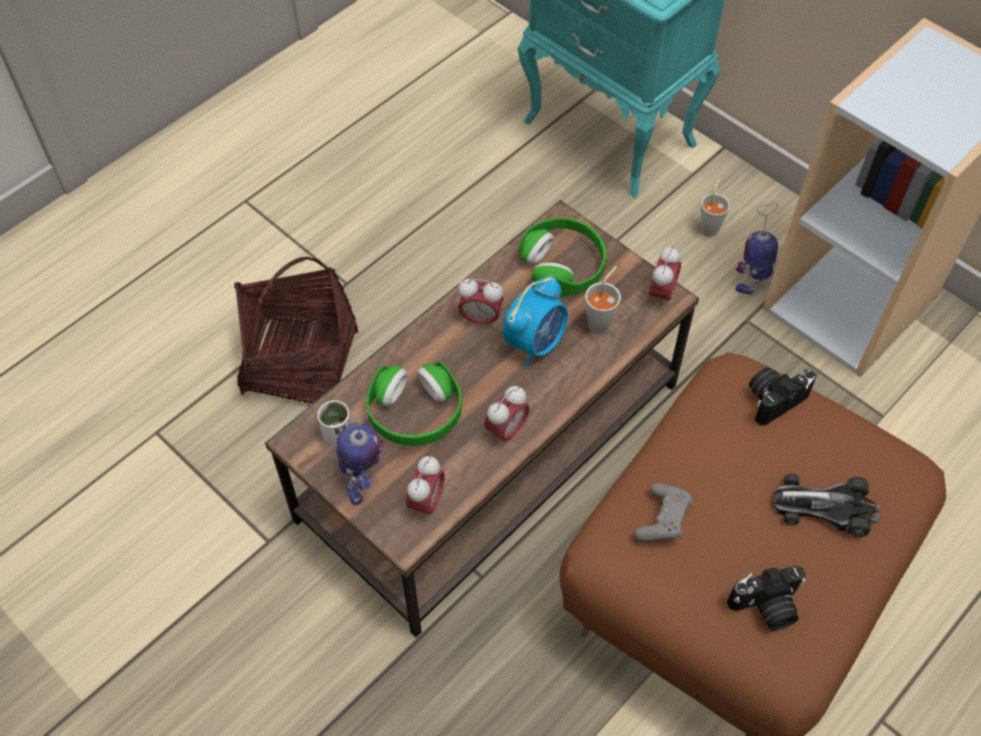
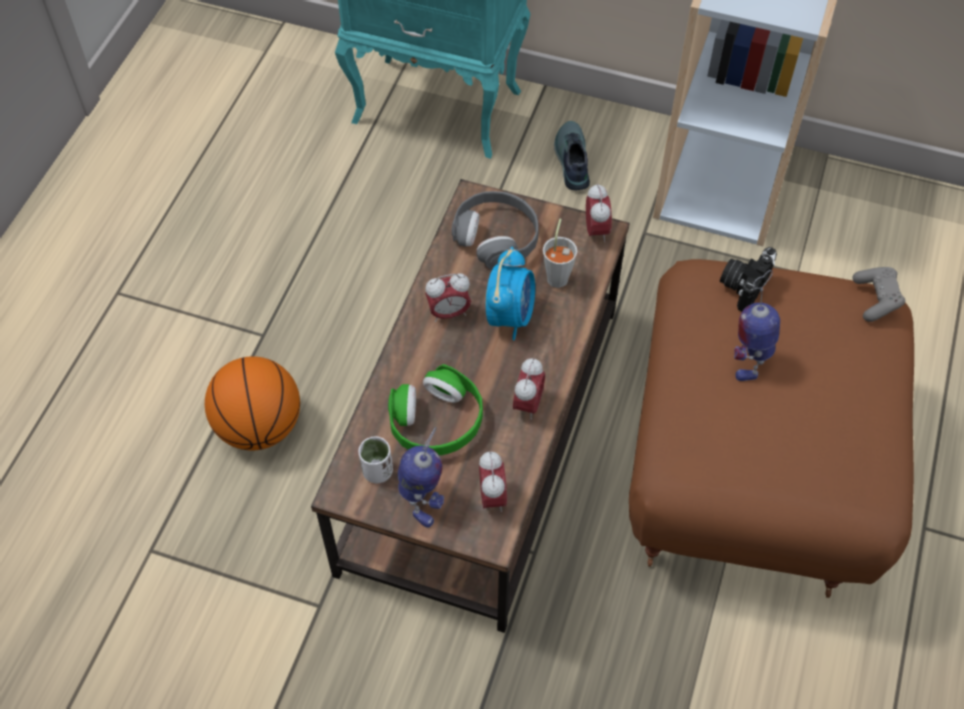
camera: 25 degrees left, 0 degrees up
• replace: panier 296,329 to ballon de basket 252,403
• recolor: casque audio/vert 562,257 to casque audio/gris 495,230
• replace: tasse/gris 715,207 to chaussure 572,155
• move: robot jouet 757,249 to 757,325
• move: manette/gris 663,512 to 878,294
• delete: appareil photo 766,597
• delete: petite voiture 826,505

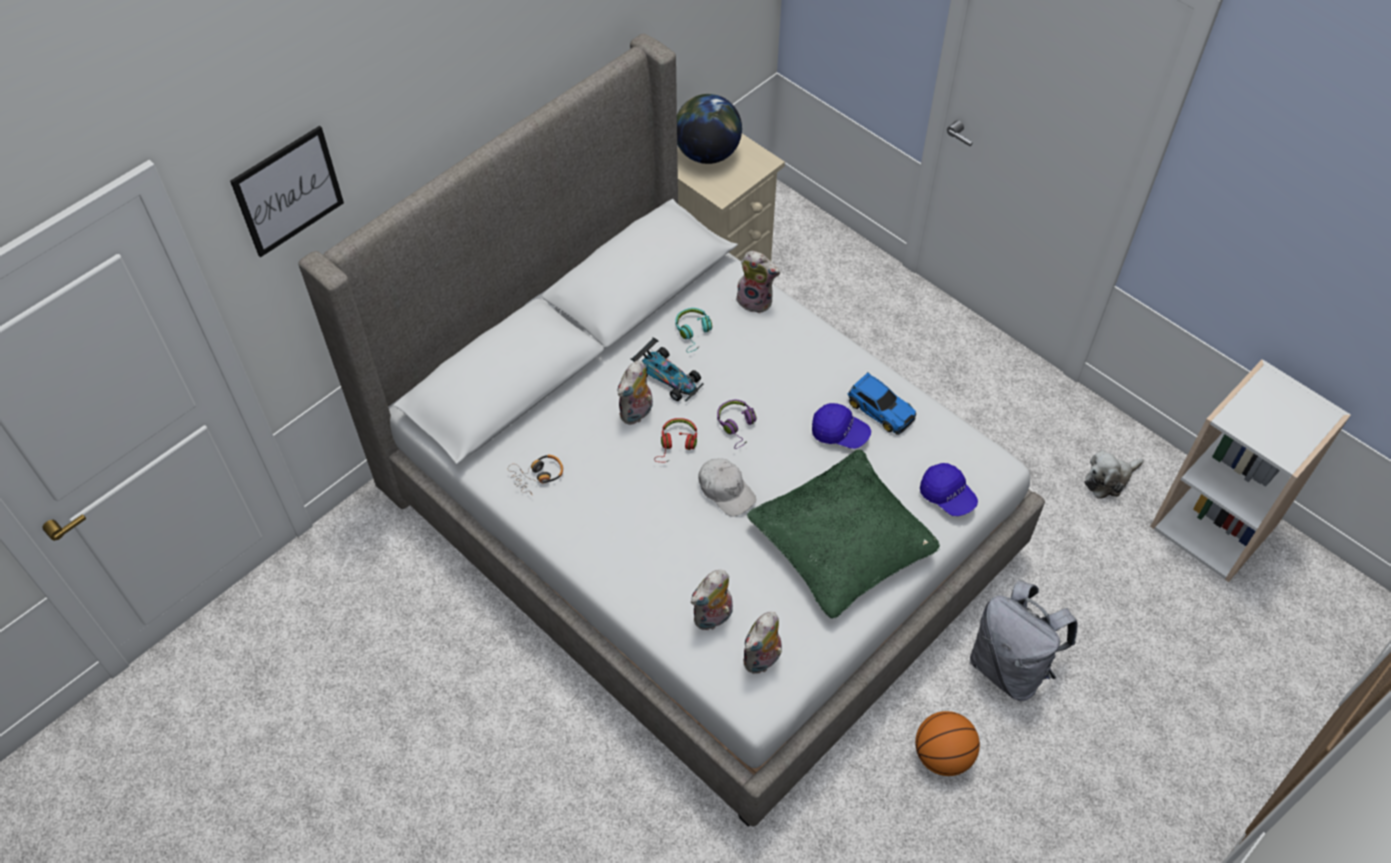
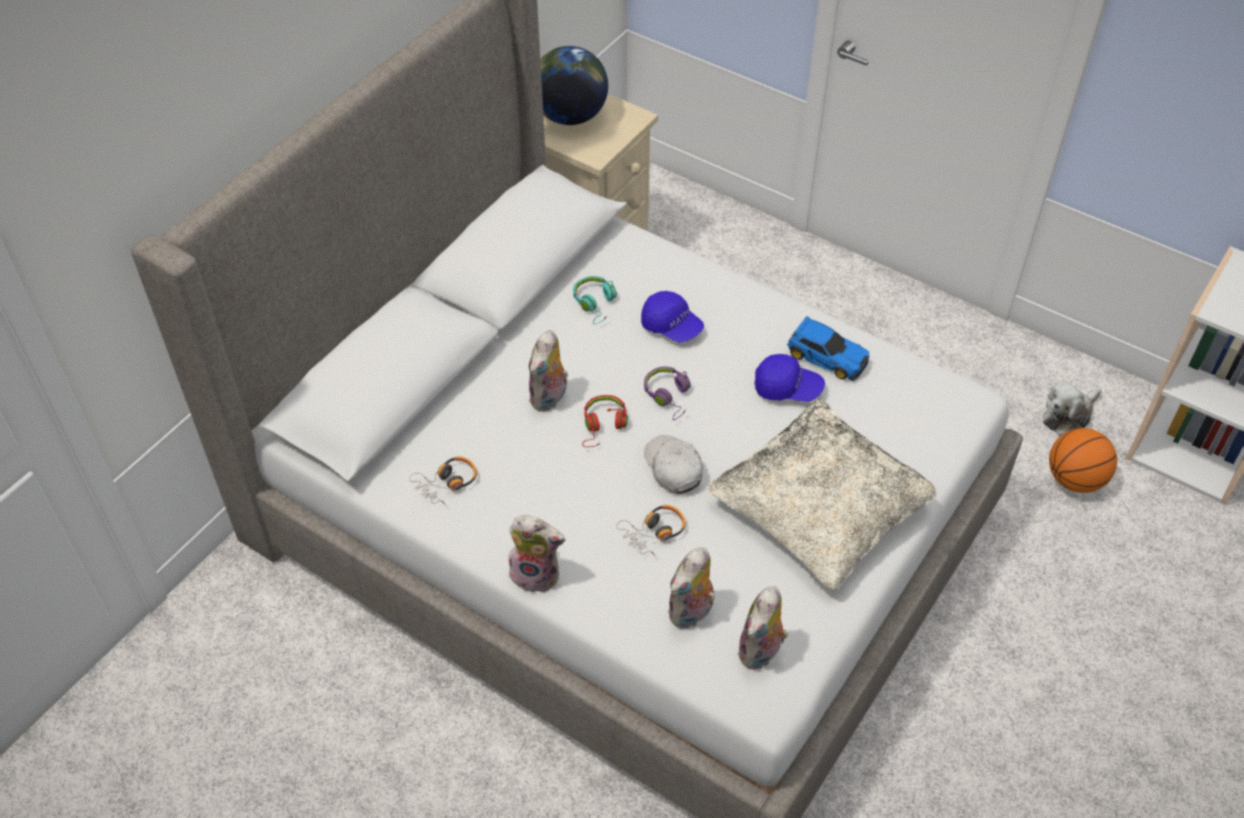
camera: 10 degrees left, 5 degrees down
• move: peluche 758,282 to 537,554
• insert: casque audio 651,530
• move: casquette/bleu 949,489 to 672,317
• rotate: casquette/blanc 727,487 = 673,464 150 degrees counterclockwise
• recolor: coussin/vert 843,534 to coussin/beige 821,494
• move: ballon de basket 947,743 to 1083,460
• delete: tableau 287,191
• delete: petite voiture 667,369
• delete: sac à dos/gris 1024,640

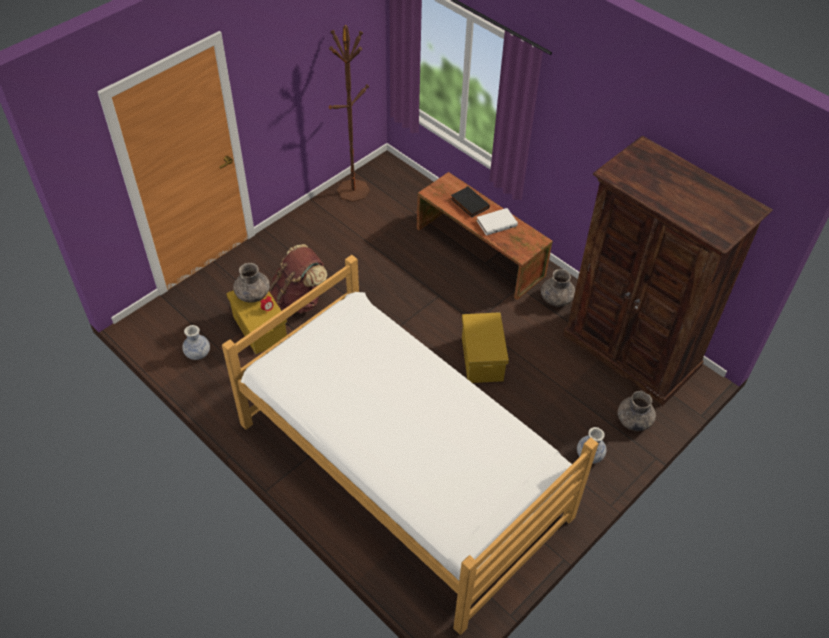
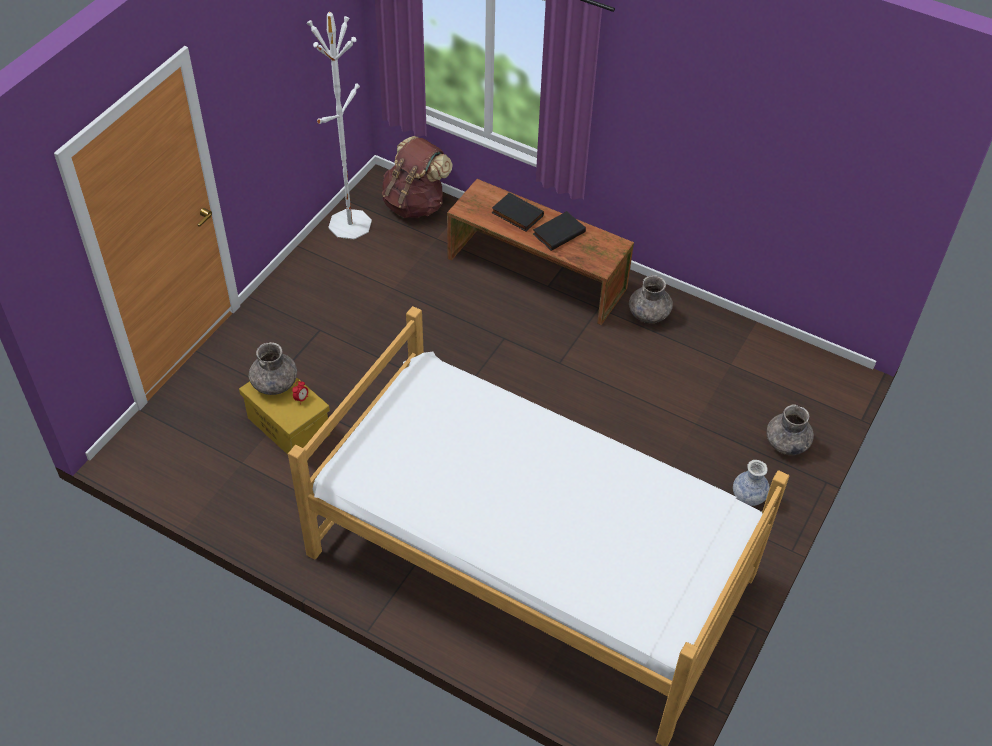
camera: 15 degrees left, 0 degrees up
• recolor: portant/marron 349,113 to portant/blanc 339,126
• move: sac à dos/marron 298,279 to 417,177
• recolor: livre/blanc 497,222 to livre/noir 559,231
• delete: vase 196,342
• delete: boîte de rangement/jaune 485,347
• delete: armoire/marron 668,271

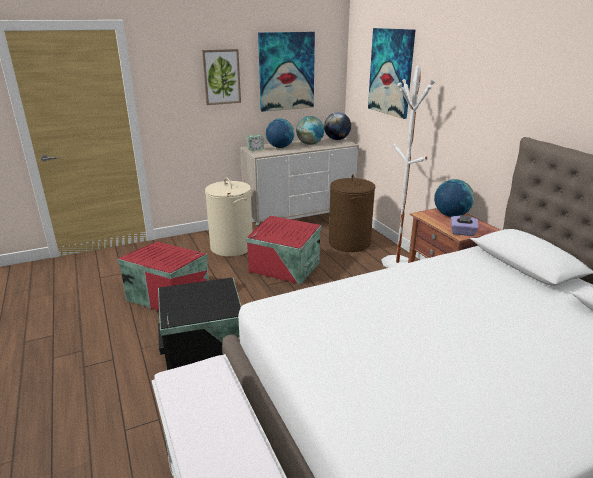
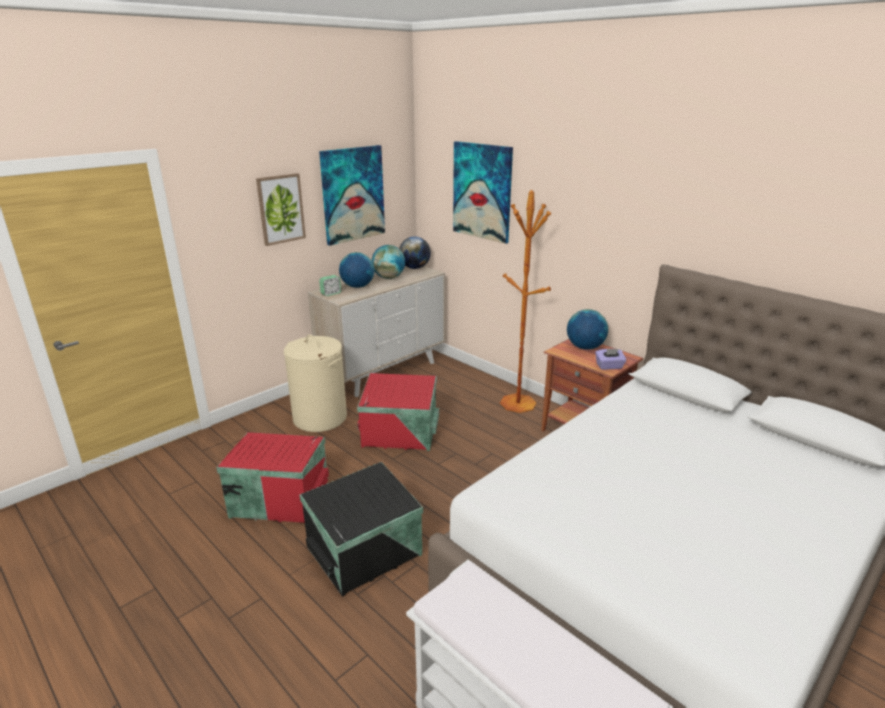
camera: 20 degrees left, 0 degrees up
• recolor: portant/blanc 408,166 to portant/orange 525,301
• delete: panier à linge/marron 352,213

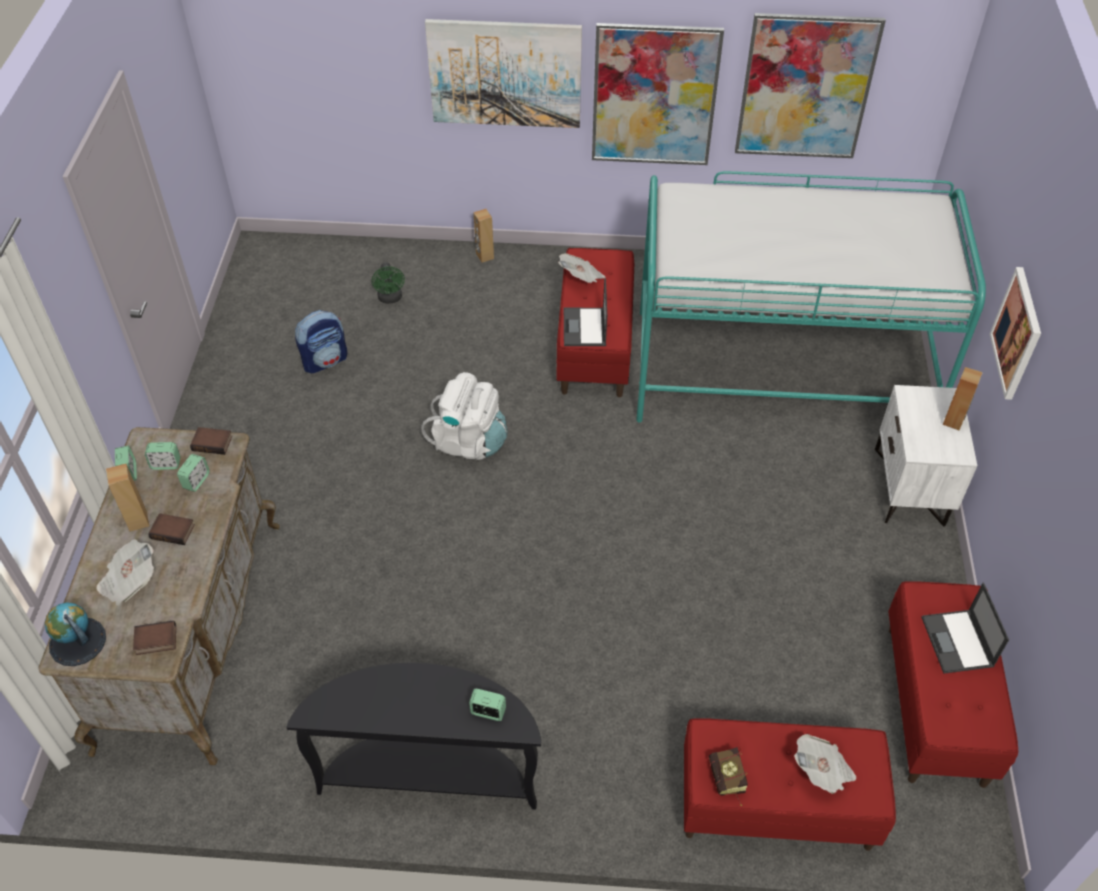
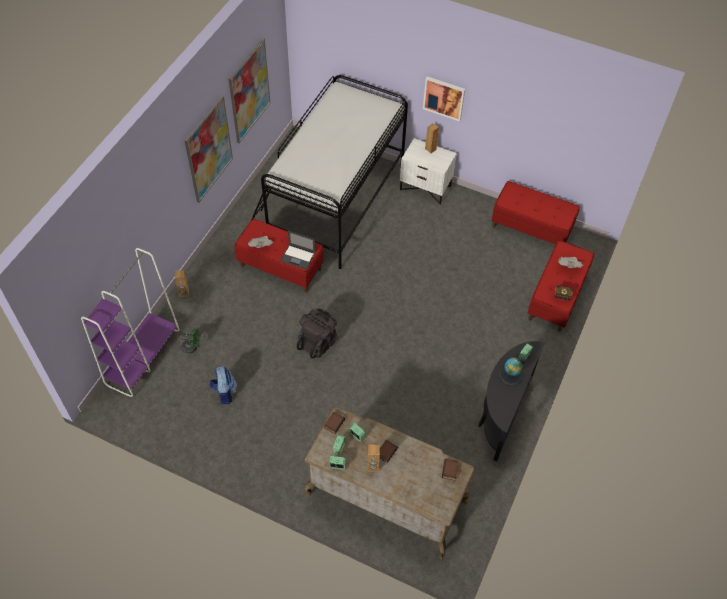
camera: 70 degrees left, 5 degrees up
• insert: portant/violet 130,322
• recolor: lit/turquoise 811,297 to lit/noir 329,172
• recolor: sac à dos/blanc 464,416 to sac à dos/noir 317,333
• move: globe 75,634 to 512,371
• delete: journal 125,572
• delete: tableau 503,73
• delete: ordinateur portable 965,628

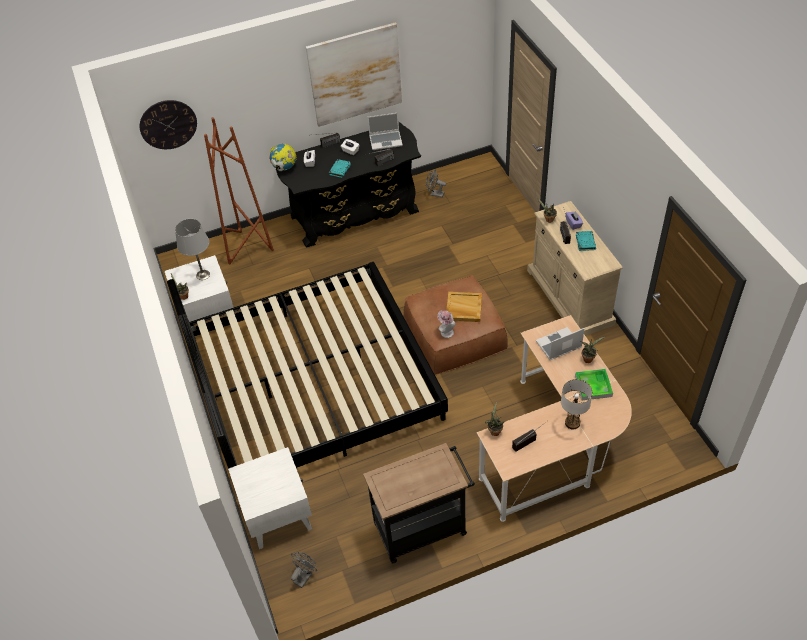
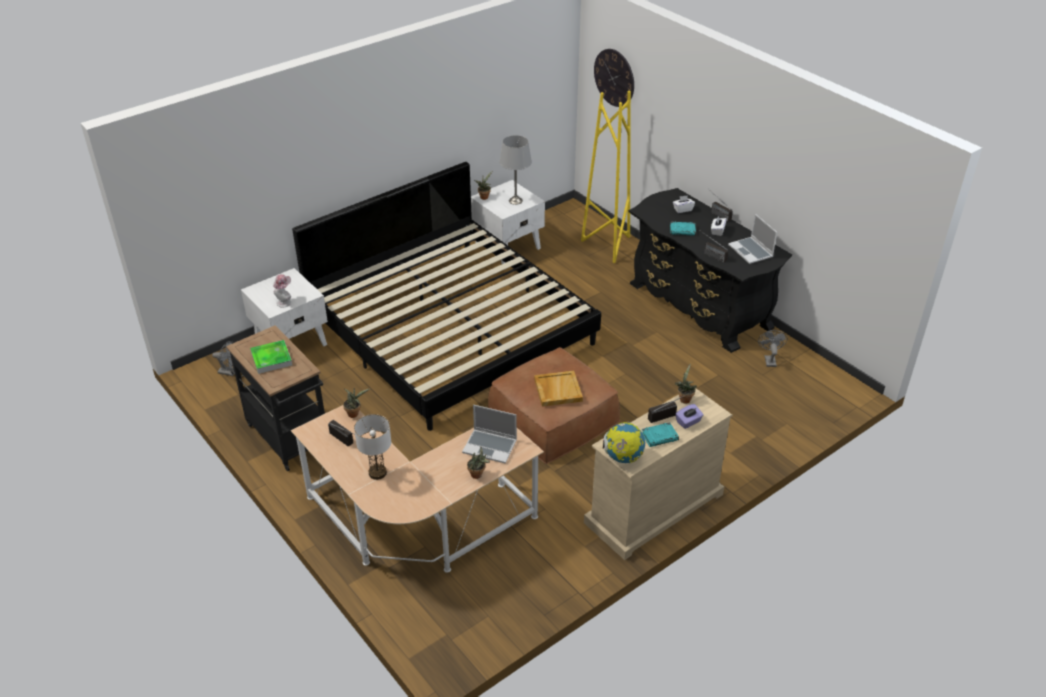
camera: 70 degrees right, 10 degrees down
• move: plateau 594,384 to 271,357
• move: chapeau 446,324 to 282,291
• rotate: ordinateur portable 560,343 = 489,434 150 degrees clockwise
• recolor: portant/marron 239,190 to portant/jaune 606,176
• move: globe 283,157 to 624,442
• delete: tableau 354,74

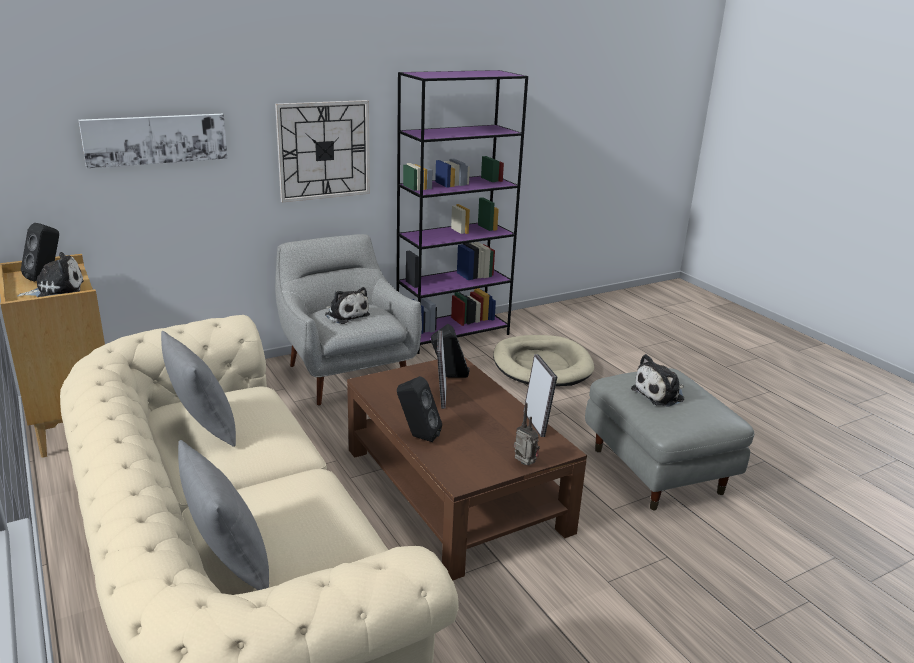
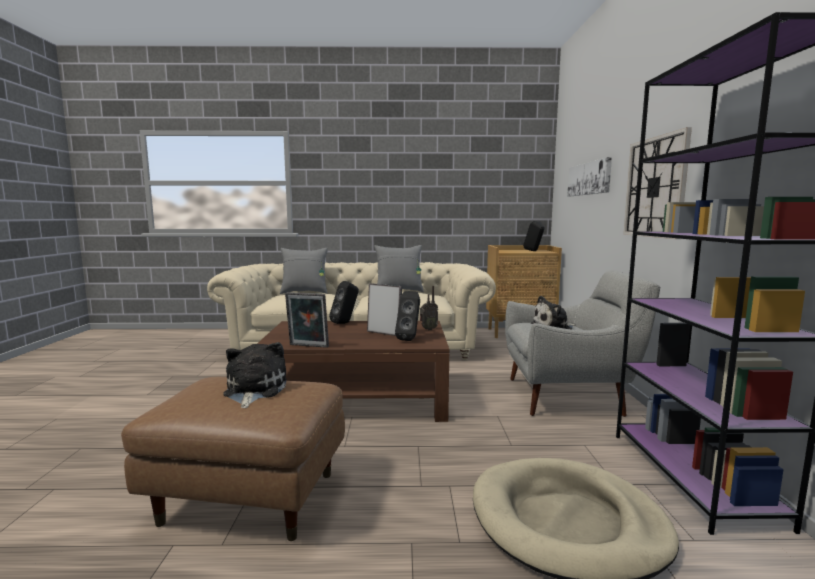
camera: 120 degrees right, 15 degrees down
• recolor: pouf/gris 669,439 to pouf/marron 233,459
• move: radio 527,433 to 429,308
• delete: peluche 50,274

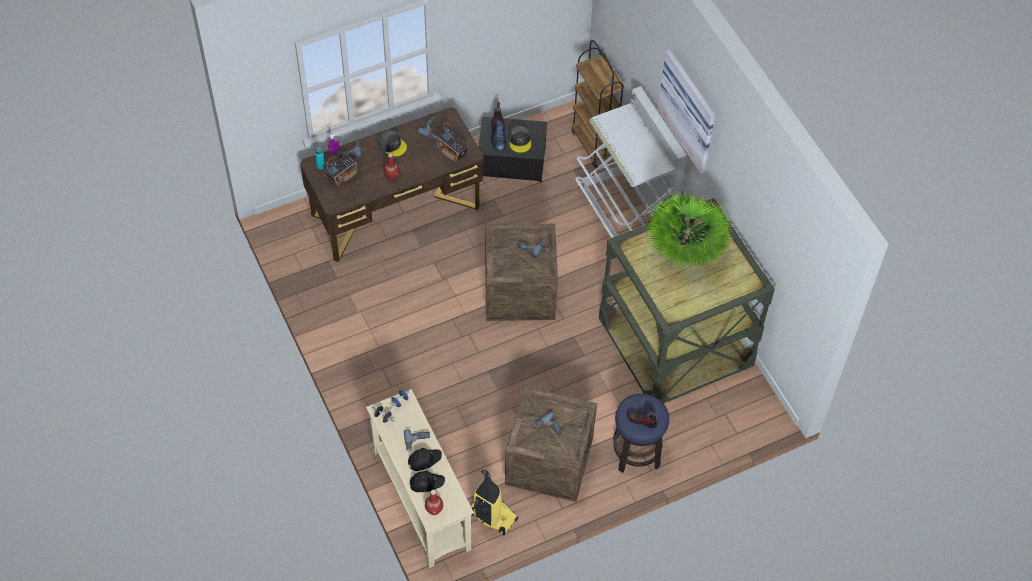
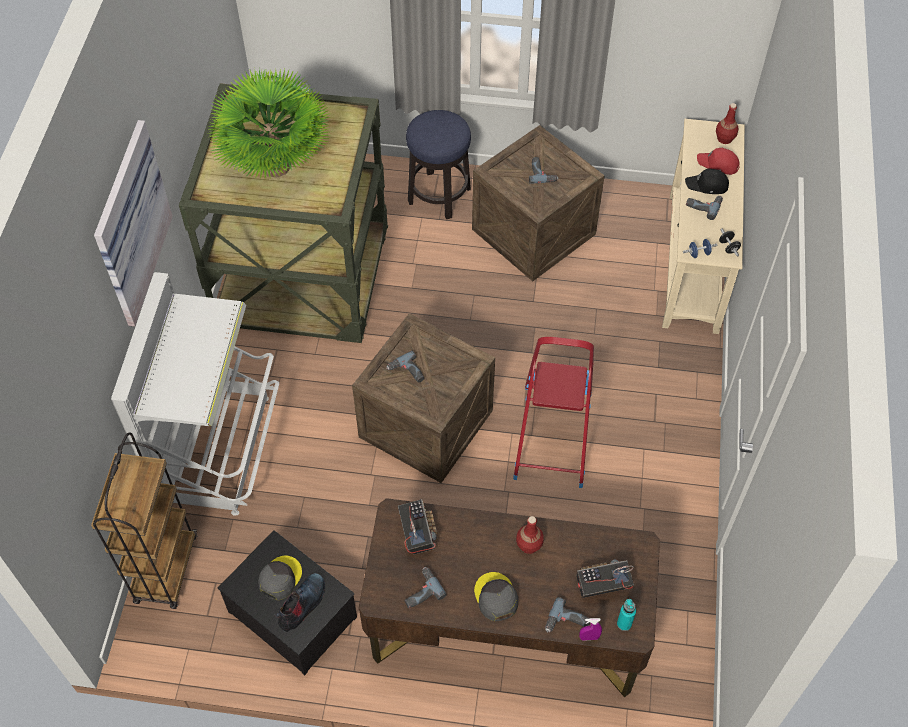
camera: 145 degrees left, 0 degrees up
• insert: escabeau/rouge 553,412
• recolor: casquette/noir 427,481 to casquette/rouge 718,161
• delete: aspirateur 494,503
• delete: chaussure 642,419

